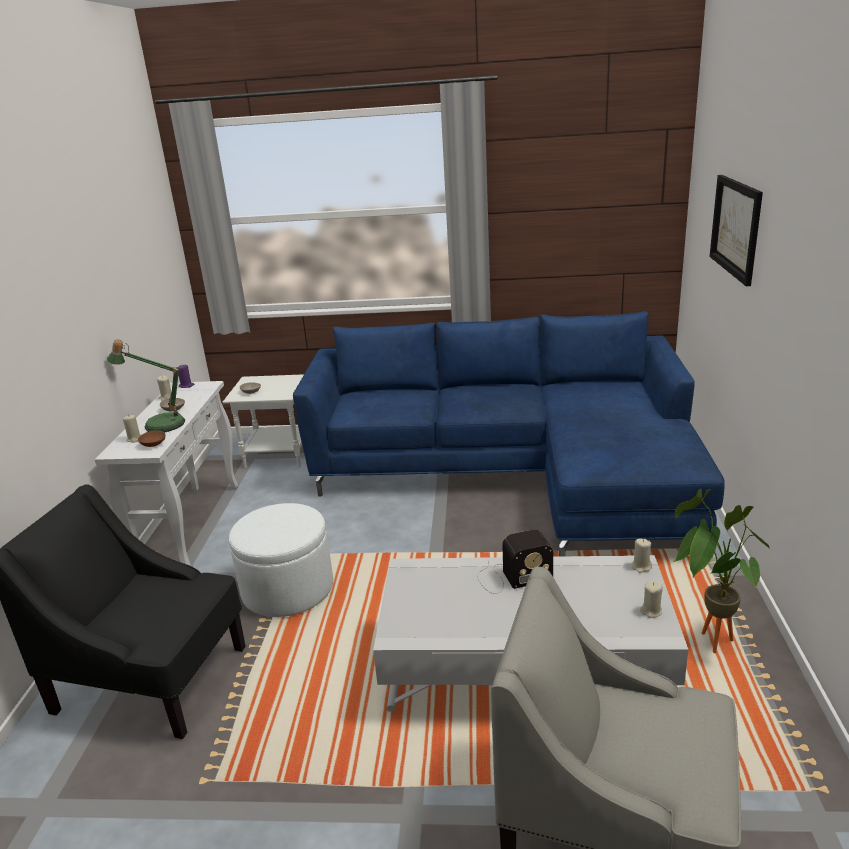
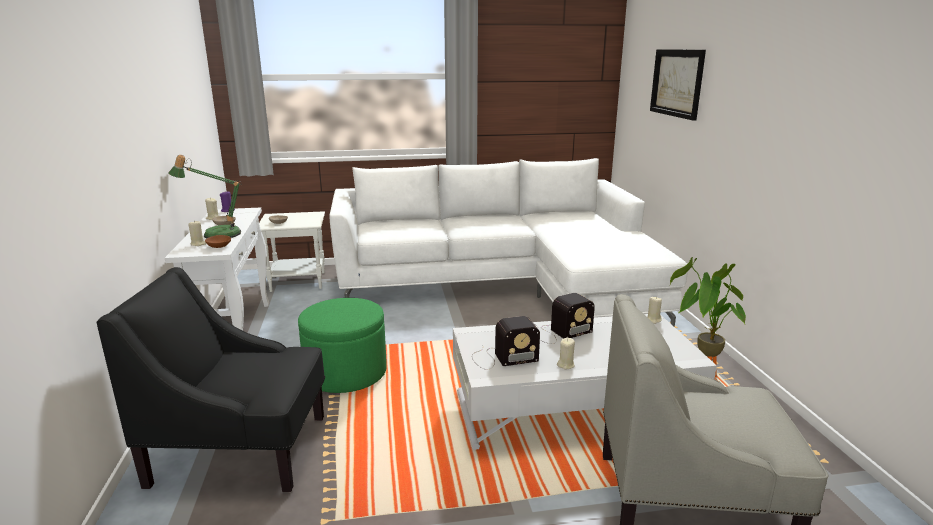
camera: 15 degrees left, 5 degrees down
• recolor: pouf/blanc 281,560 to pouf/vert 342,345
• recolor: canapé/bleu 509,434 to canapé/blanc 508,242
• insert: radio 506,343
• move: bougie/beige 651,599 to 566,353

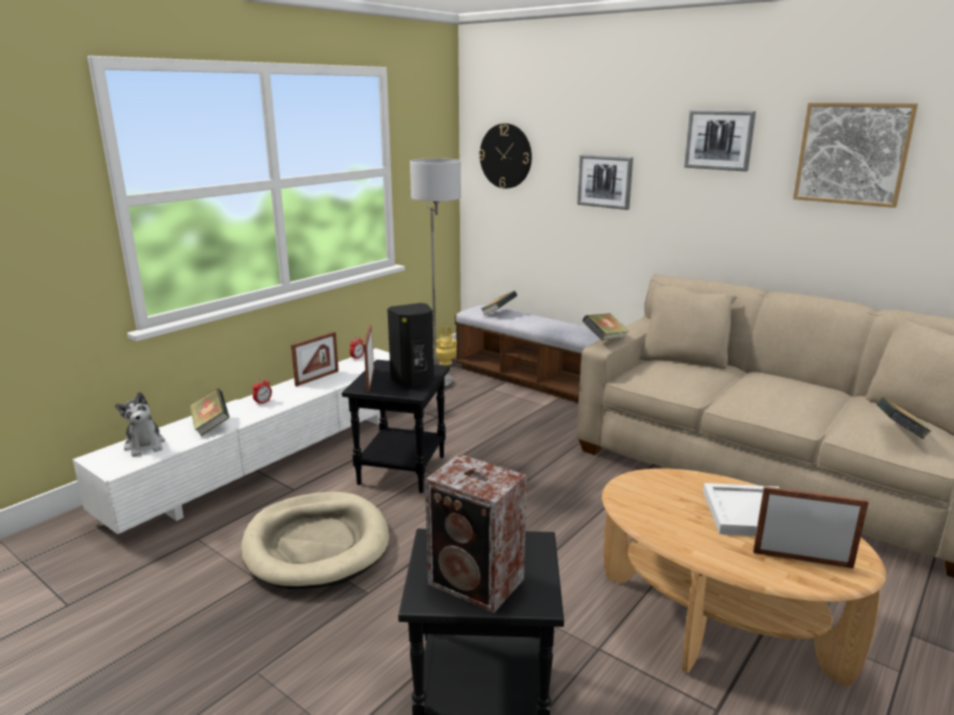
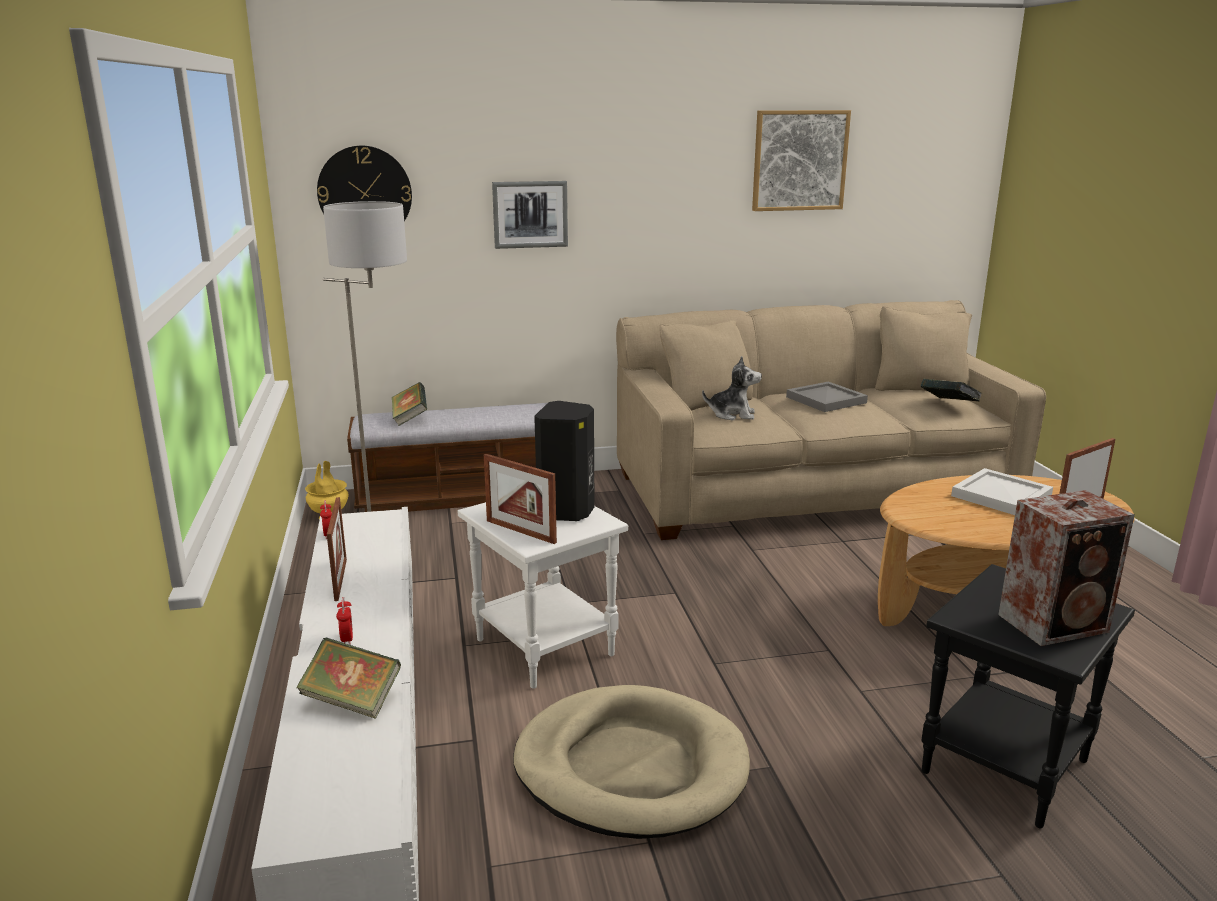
camera: 50 degrees left, 0 degrees up
• recolor: table d'appoint/noir 396,426 to table d'appoint/blanc 543,595
• move: peluche 140,424 to 732,388
• insert: plateau/gris 827,397
• delete: livre 605,326
• delete: tableau 720,141

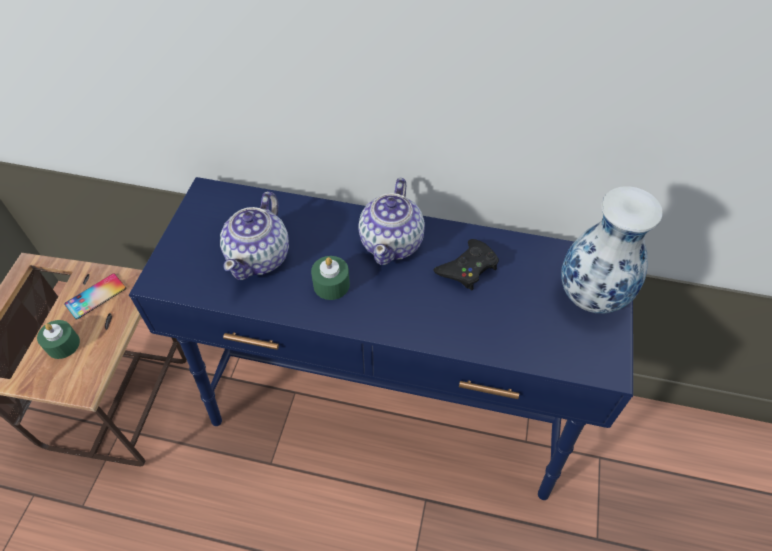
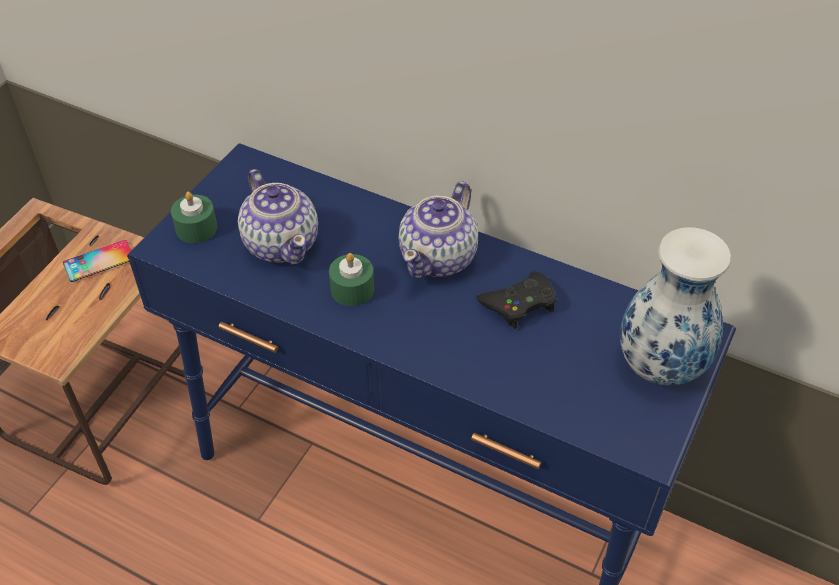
camera: 15 degrees right, 5 degrees down
• move: bougie/vert 58,339 to 194,217
• rotate: théière 254,235 = 278,217 60 degrees counterclockwise

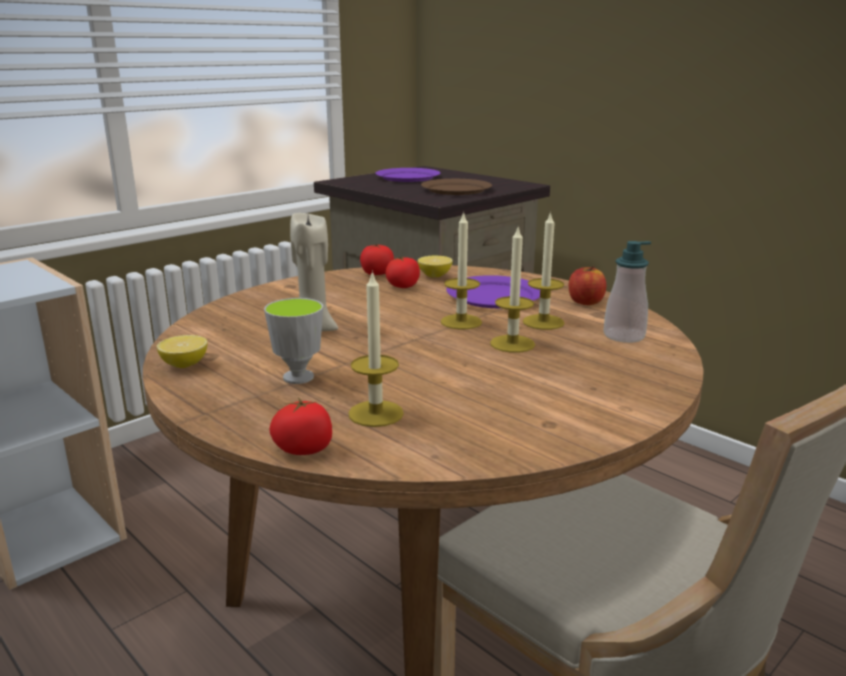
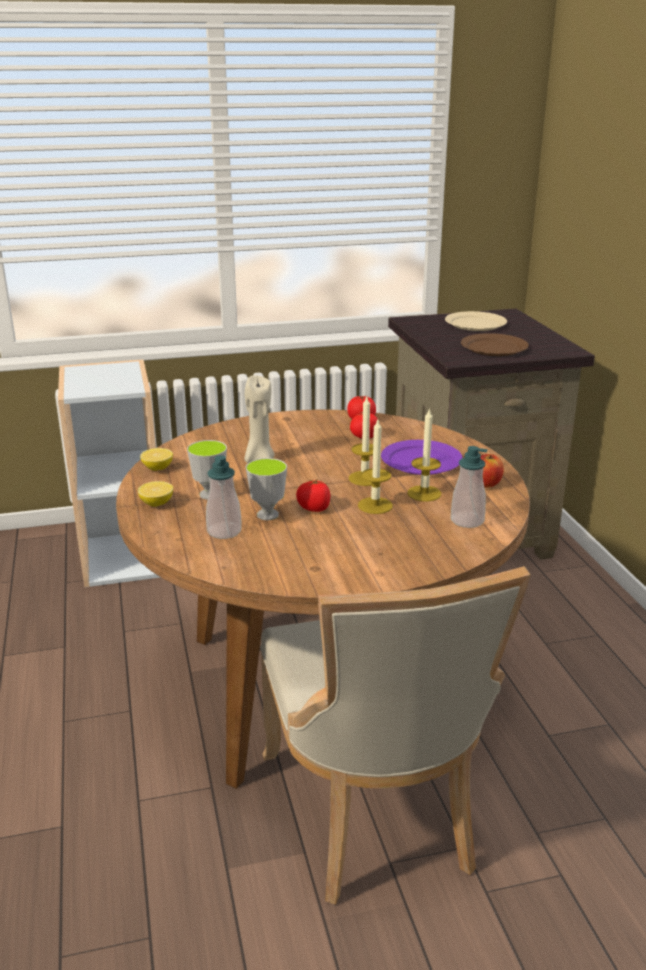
camera: 30 degrees right, 5 degrees up
• move: citron 435,266 to 155,494
• replace: bougie 376,348 to distributeur de savon 224,497
• insert: tasse 266,489
• move: tomate 300,426 to 313,495
• recolor: assiette/violet 407,175 to assiette/beige 476,321

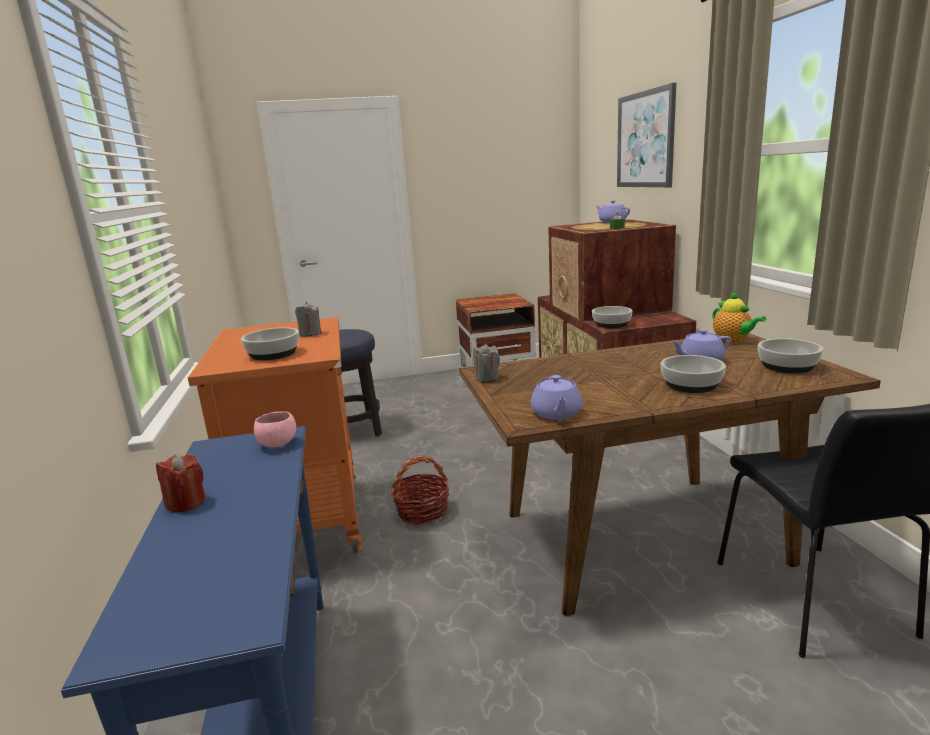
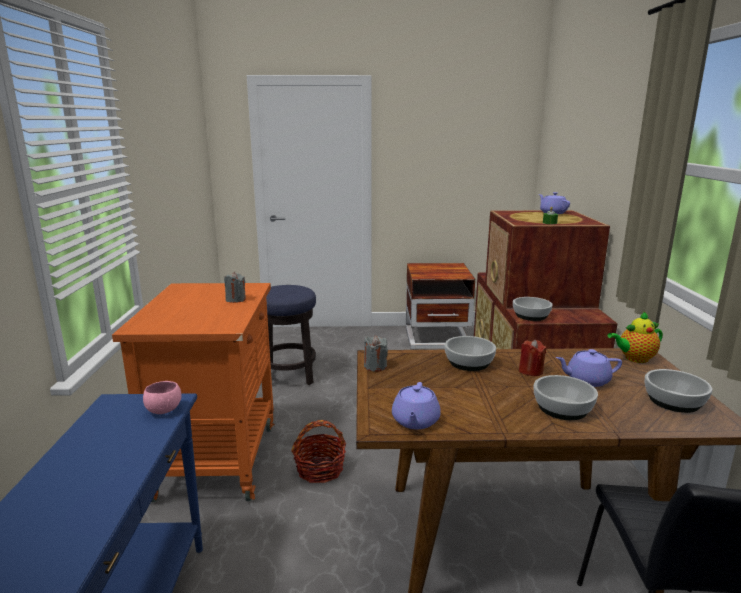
camera: 10 degrees right, 0 degrees up
• move: bol 270,343 to 470,353
• move: bougie/rouge 181,482 to 532,358
• rotate: théière 739,317 = 635,337 90 degrees clockwise
• delete: tableau 646,135

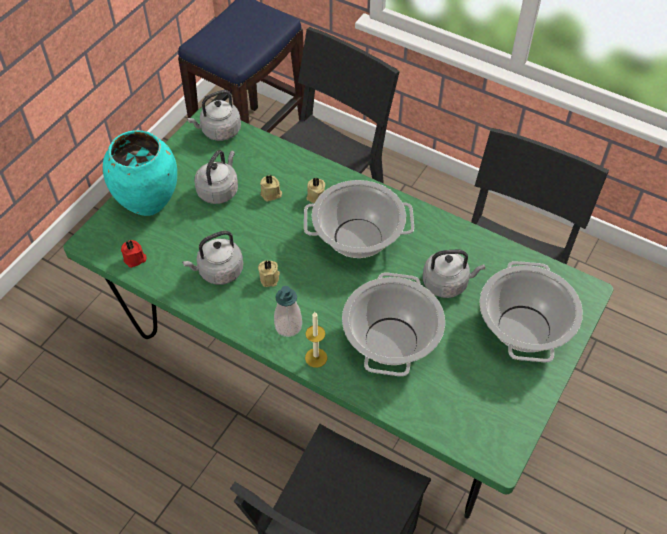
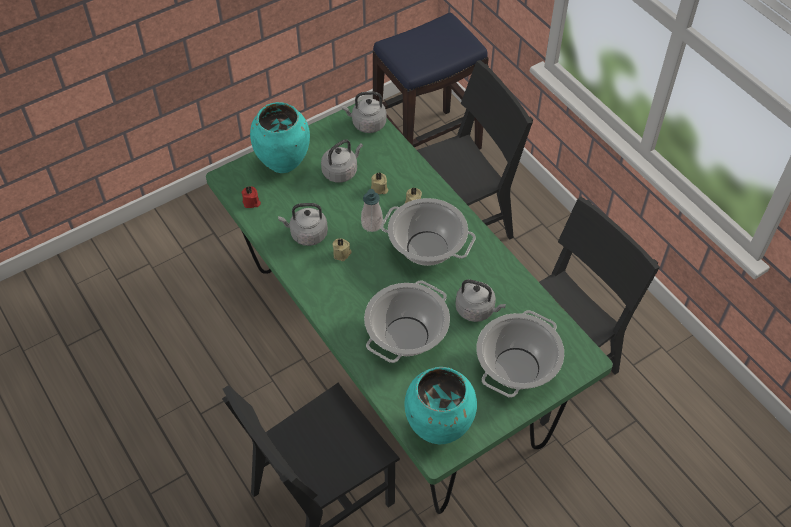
camera: 25 degrees right, 0 degrees up
• move: distributeur de savon 288,311 to 372,210
• insert: vase/turquoise 440,405
• delete: bougie 316,340

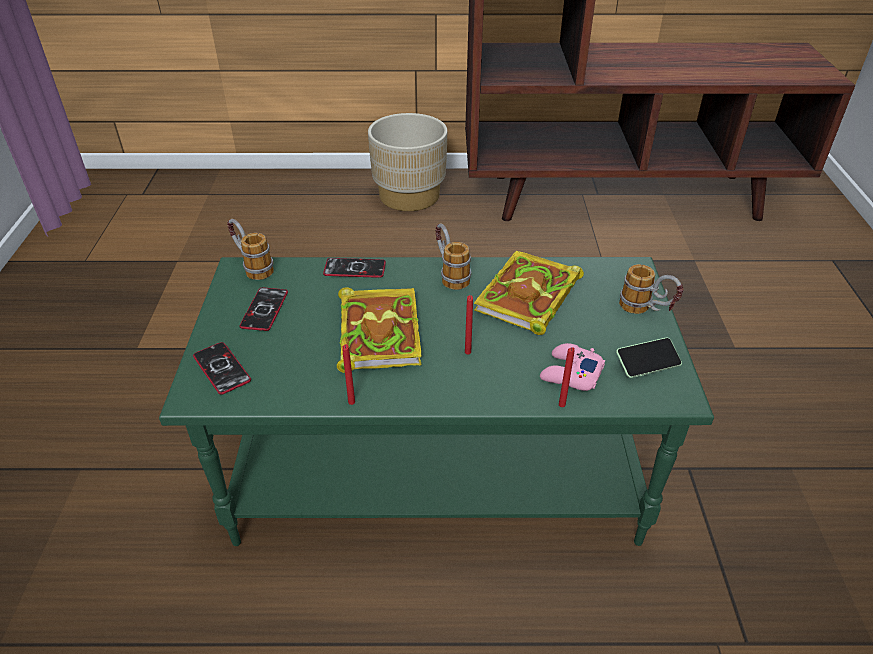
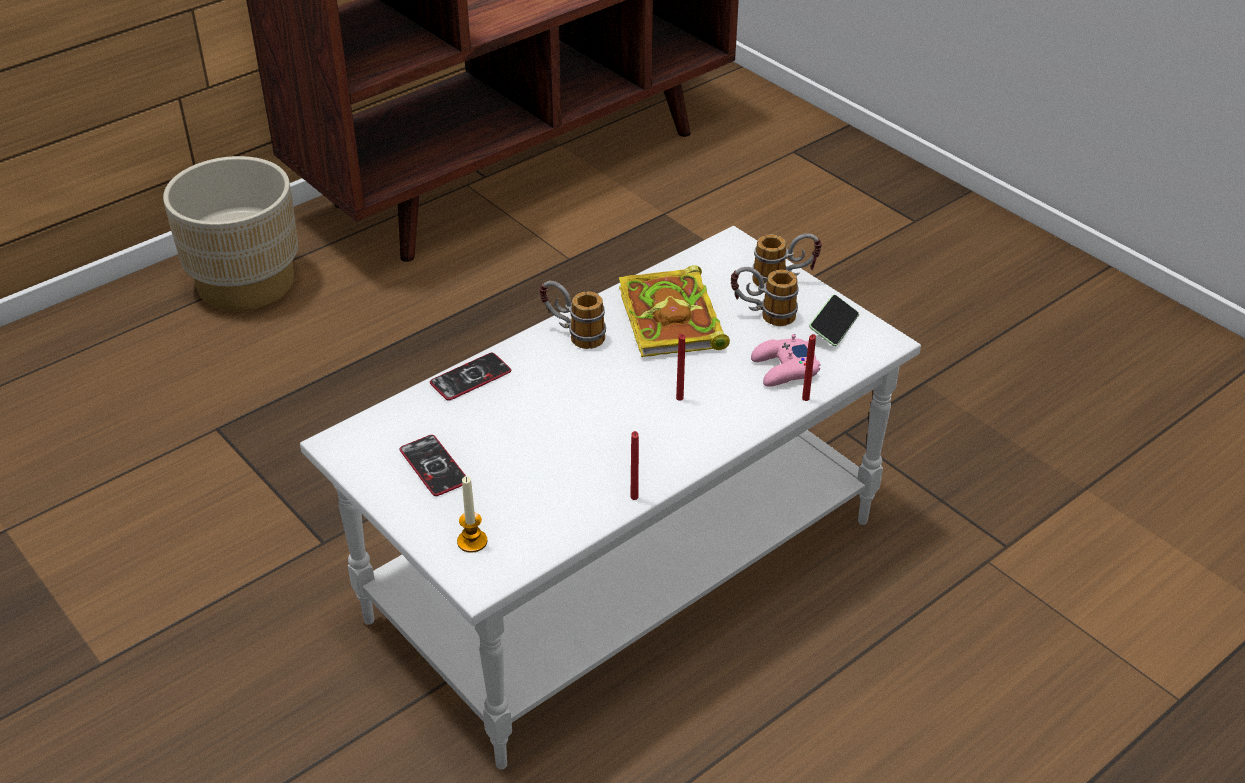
camera: 40 degrees left, 0 degrees up
• recolor: table basse/vert 436,401 to table basse/blanc 610,498
• replace: téléphone 222,368 to bougie 472,514
• move: mug 250,249 to 765,296
• delete: livre 379,330

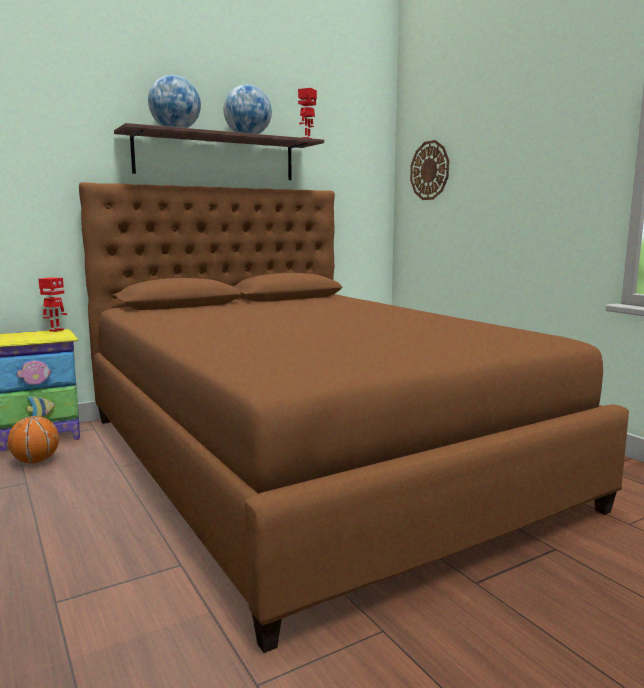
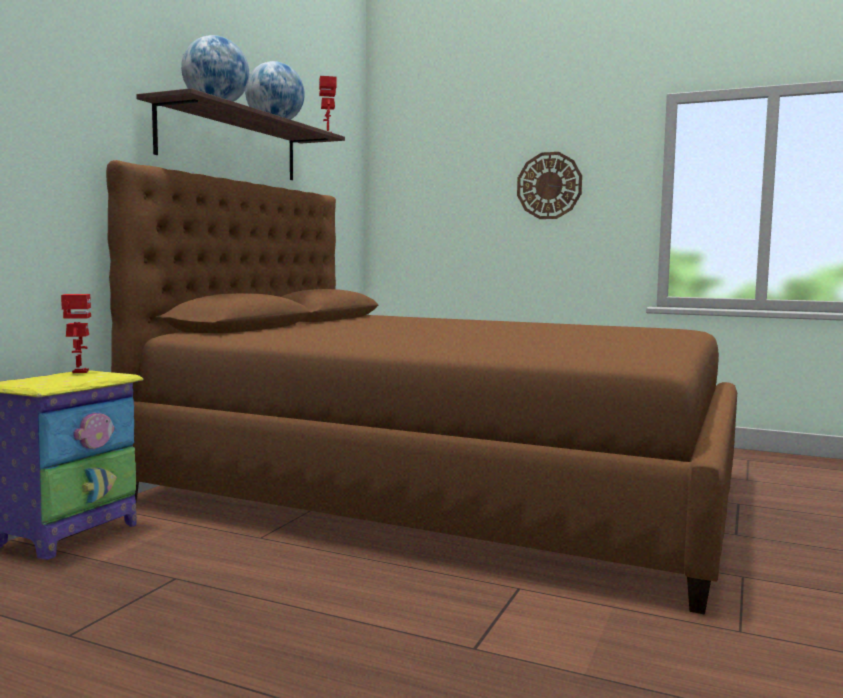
camera: 35 degrees left, 5 degrees down
• move: horloge murale 429,170 to 549,185
• delete: ballon de basket 33,439

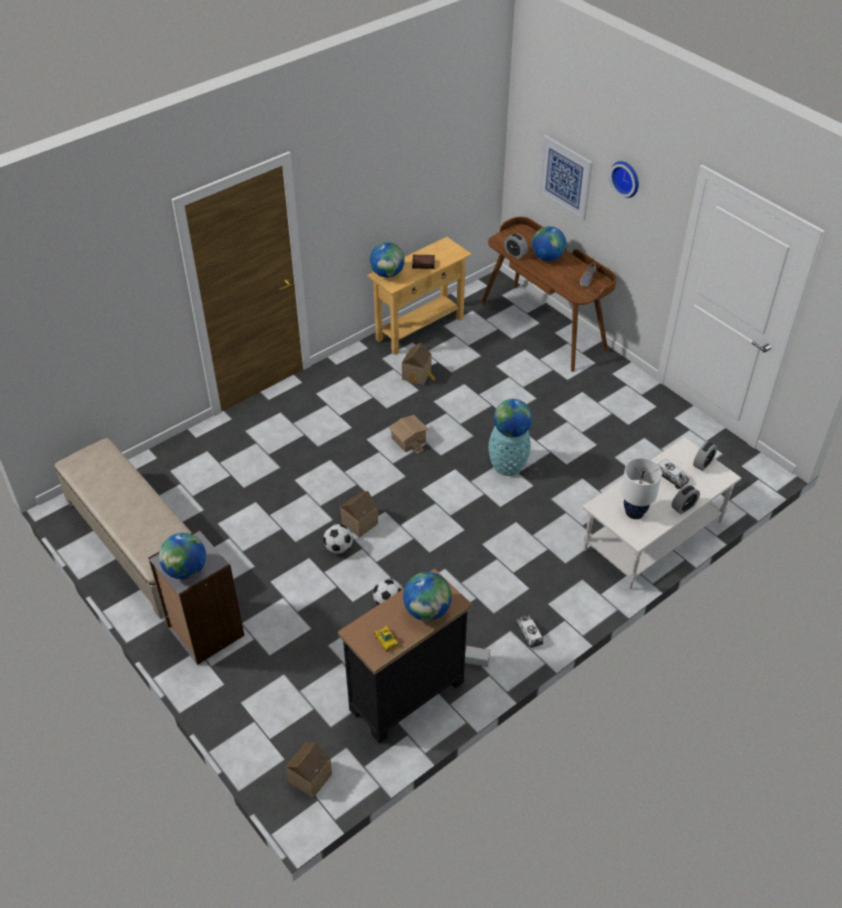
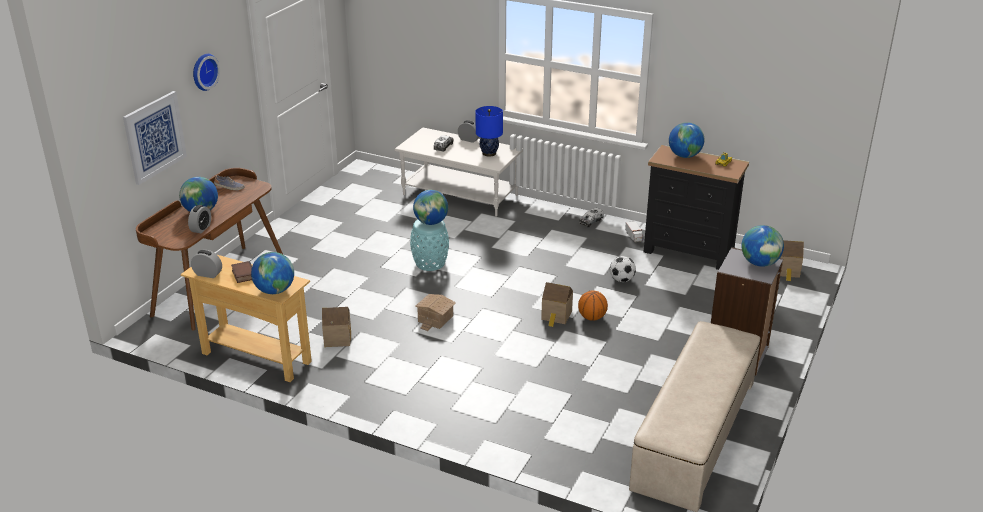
camera: 115 degrees left, 15 degrees down
• move: réveil 705,456 to 206,264
• recolor: lampe de table/blanc 641,488 to lampe de table/bleu 489,131
• replace: ballon de foot 338,539 to ballon de basket 593,305

